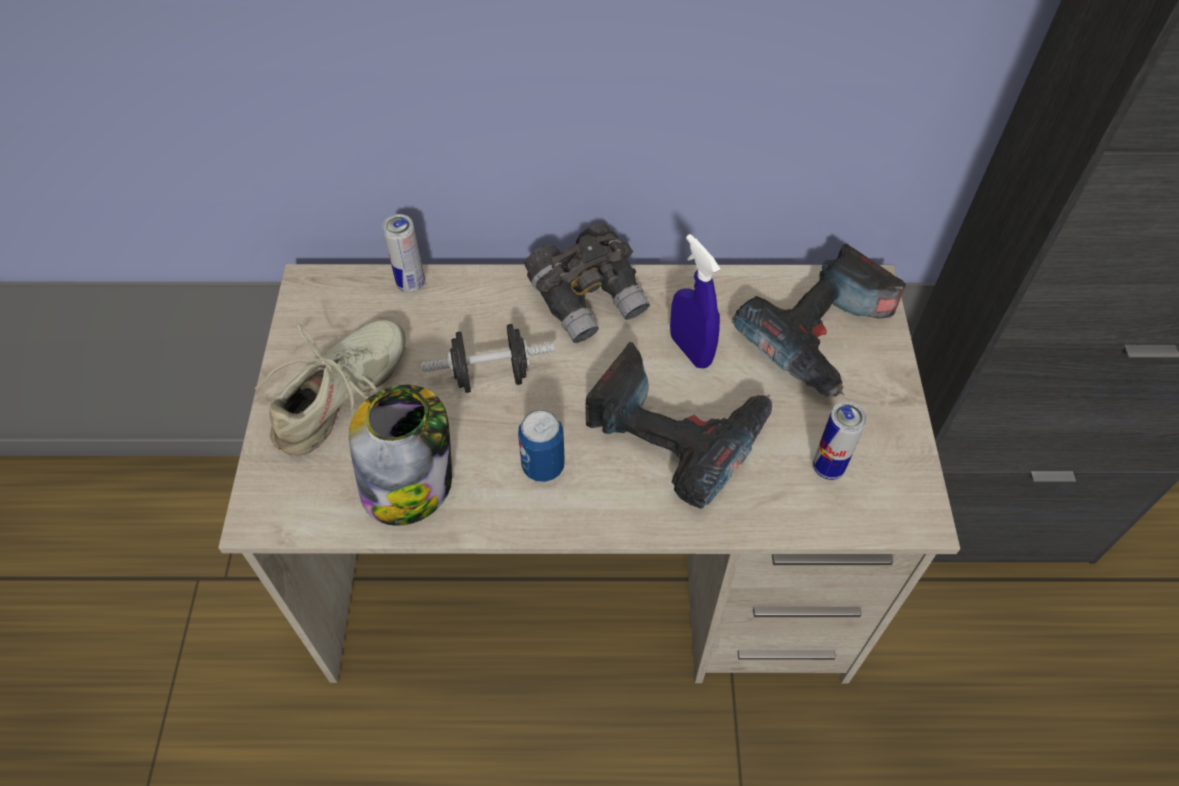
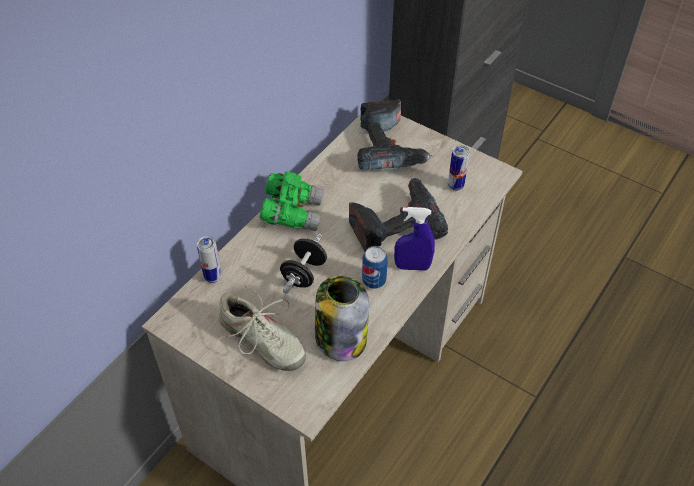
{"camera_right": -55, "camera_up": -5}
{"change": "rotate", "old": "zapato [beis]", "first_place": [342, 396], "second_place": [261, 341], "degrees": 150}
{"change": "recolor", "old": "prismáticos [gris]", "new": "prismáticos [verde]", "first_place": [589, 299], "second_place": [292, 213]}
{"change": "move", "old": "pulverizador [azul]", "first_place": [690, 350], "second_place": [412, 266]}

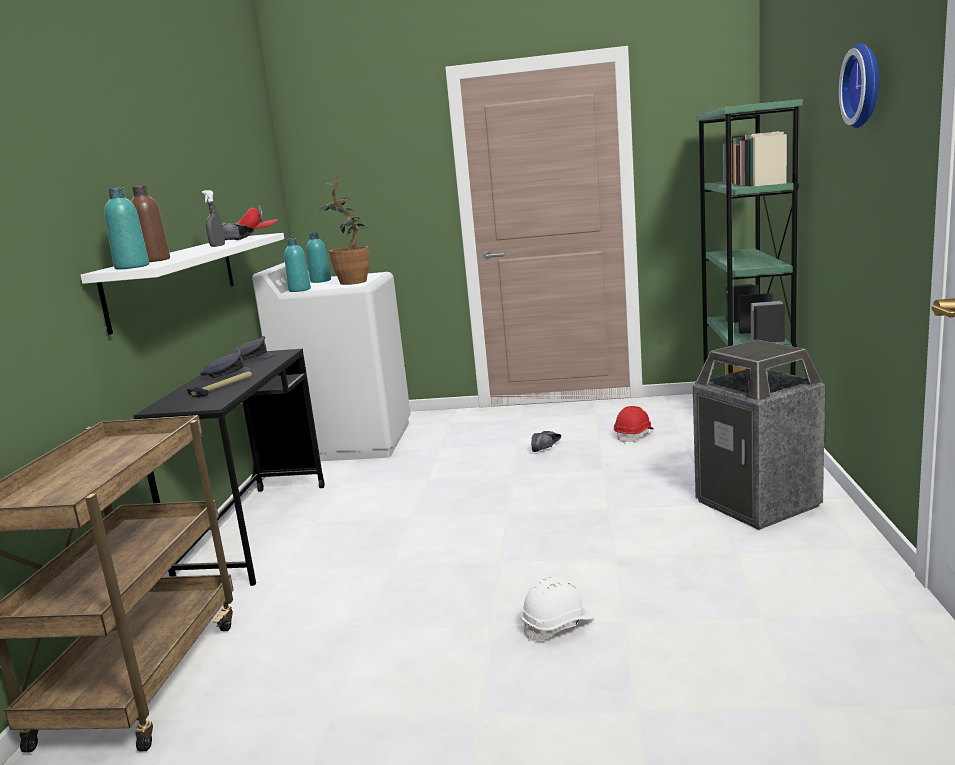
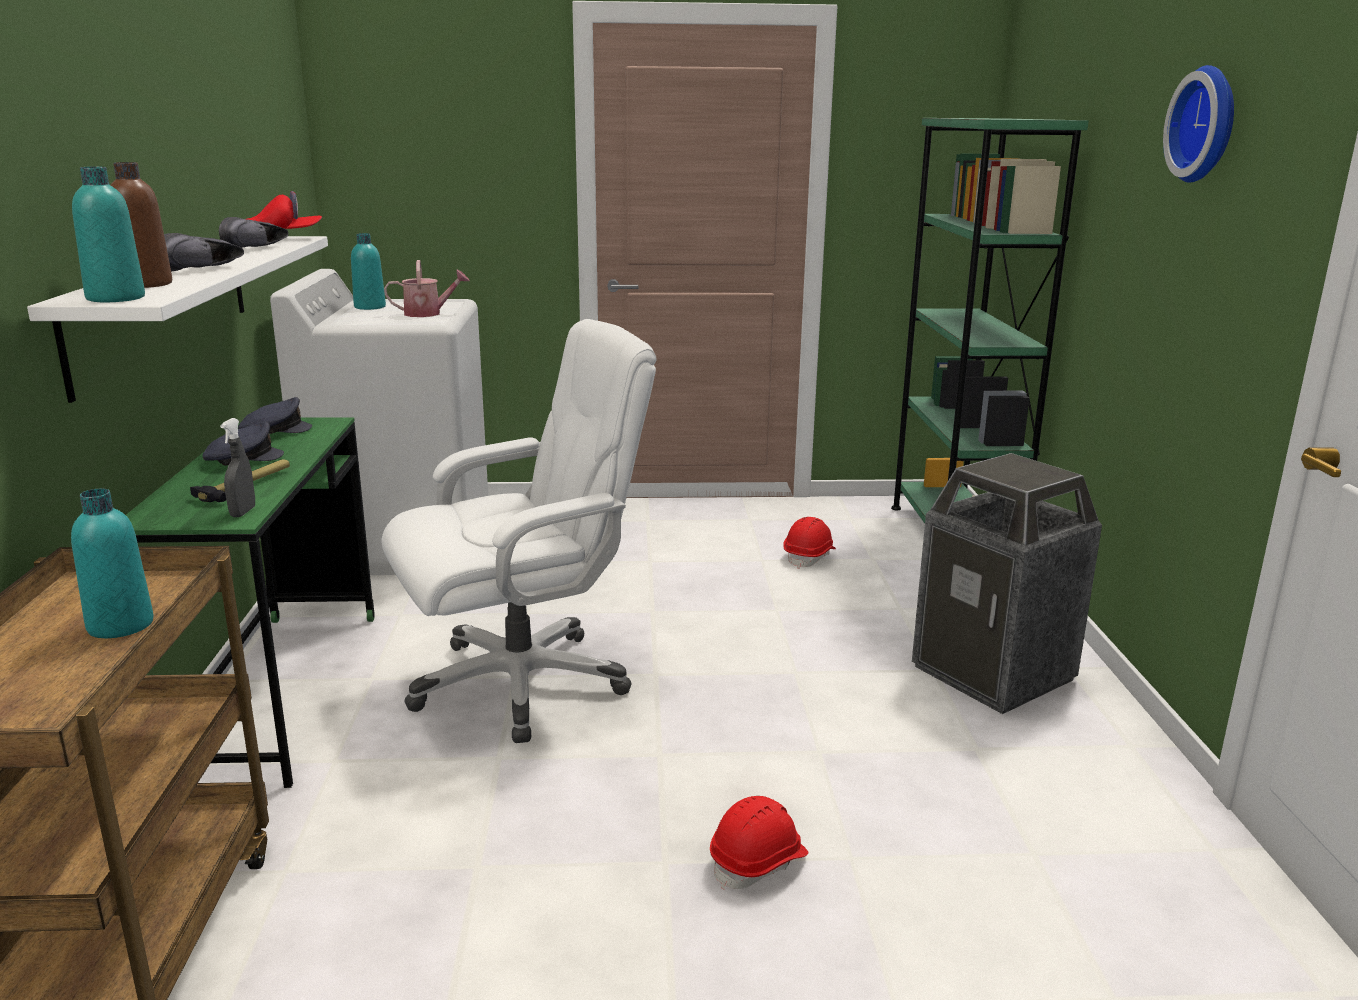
{"camera_right": -10, "camera_up": 5}
{"change": "move", "old": "botella [turquesa]", "first_place": [299, 290], "second_place": [120, 625]}
{"change": "recolor", "old": "escritorio [negro]", "new": "escritorio [verde]", "first_place": [257, 531], "second_place": [281, 692]}
{"change": "move", "old": "zapato [negro]", "first_place": [547, 448], "second_place": [203, 270]}
{"change": "move", "old": "pulverizador [gris]", "first_place": [217, 246], "second_place": [243, 512]}
{"change": "insert", "new": "silla de oficina [blanco]", "second_place": [522, 682]}
{"change": "replace", "old": "planta en maceta", "new": "regadera", "first_place": [356, 281], "second_place": [428, 313]}
{"change": "recolor", "old": "casco [blanco]", "new": "casco [rojo]", "first_place": [557, 624], "second_place": [759, 862]}

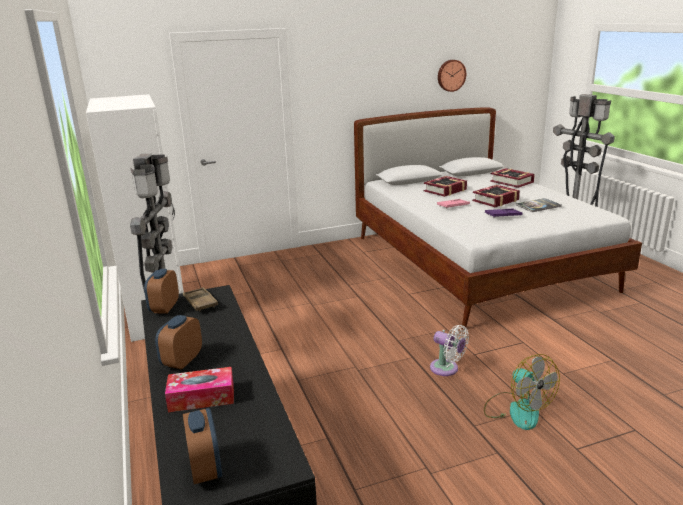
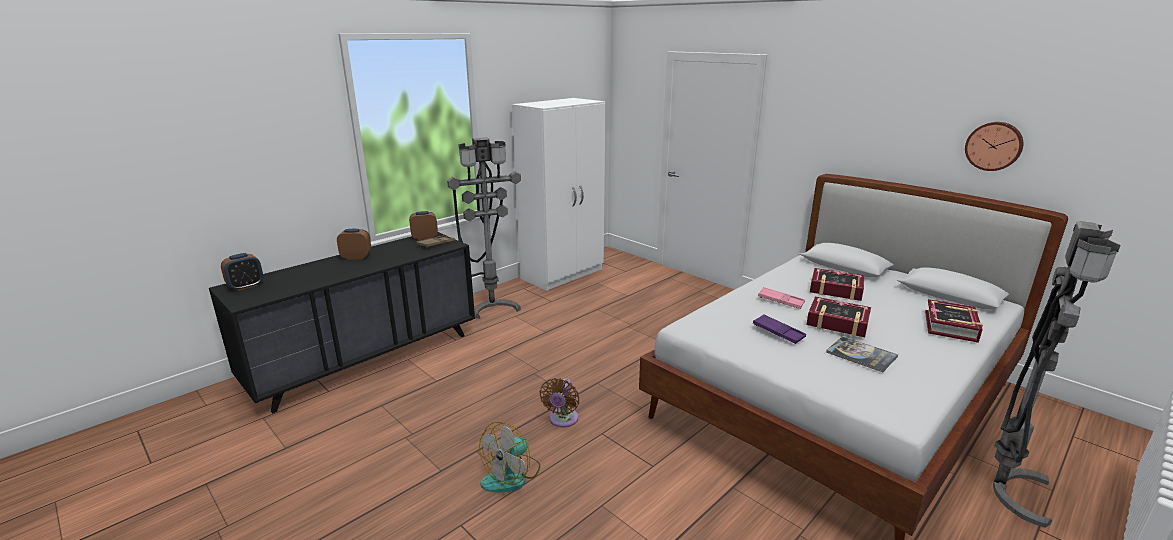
{"camera_right": 65, "camera_up": 0}
{"change": "recolor", "old": "ventilador [blanco]", "new": "ventilador [marrón]", "first_place": [447, 369], "second_place": [562, 420]}
{"change": "delete", "old": "caja de pañuelos", "first_place": [201, 397]}

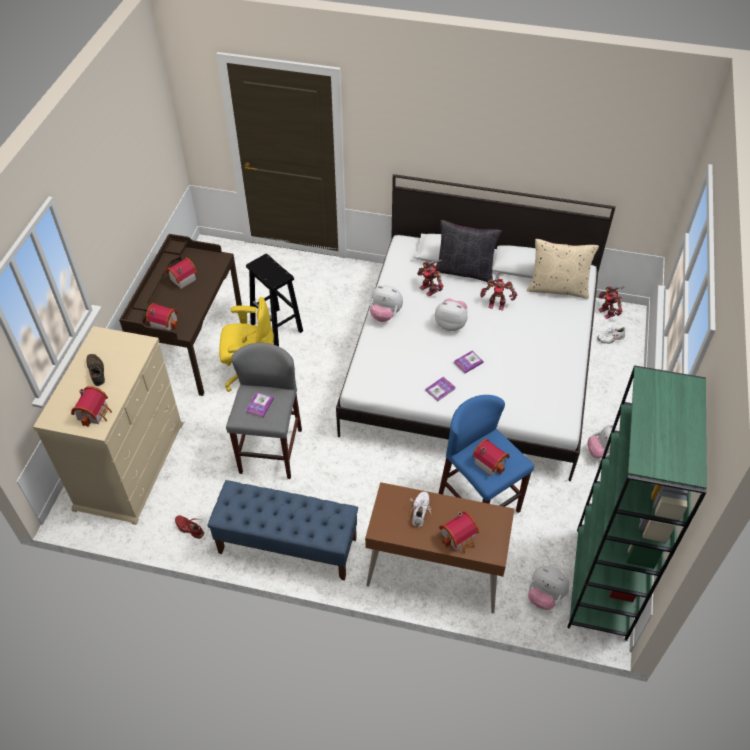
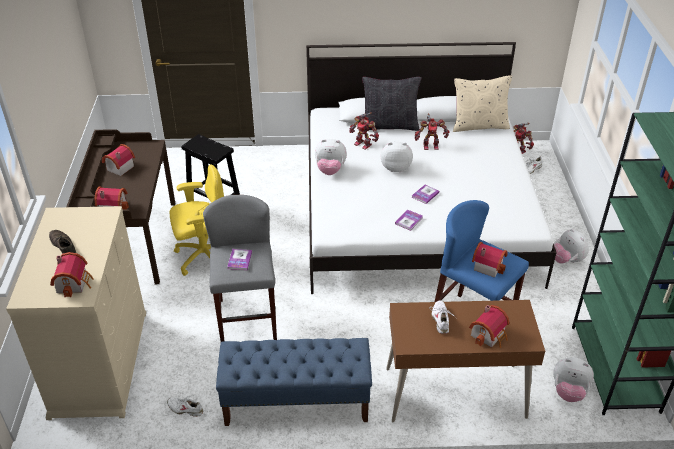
{"camera_right": -15, "camera_up": -10}
{"change": "recolor", "old": "zapato [rojo]", "new": "zapato [blanco]", "first_place": [190, 528], "second_place": [185, 408]}

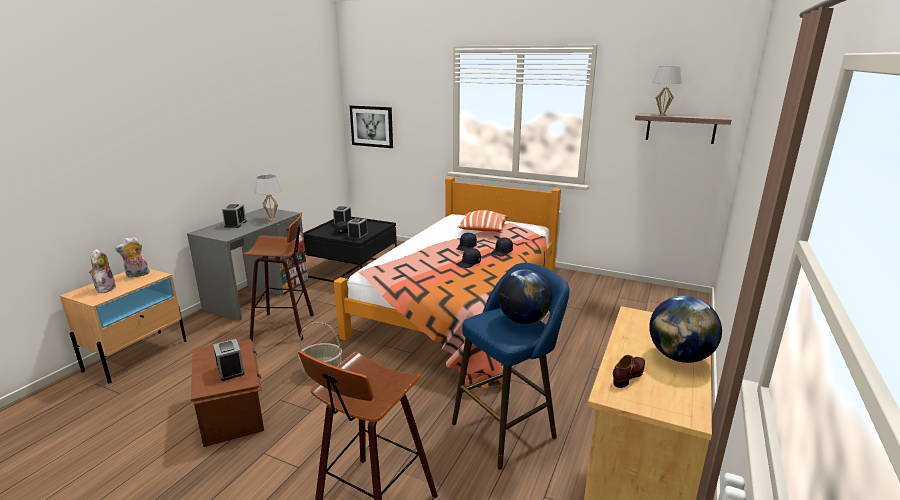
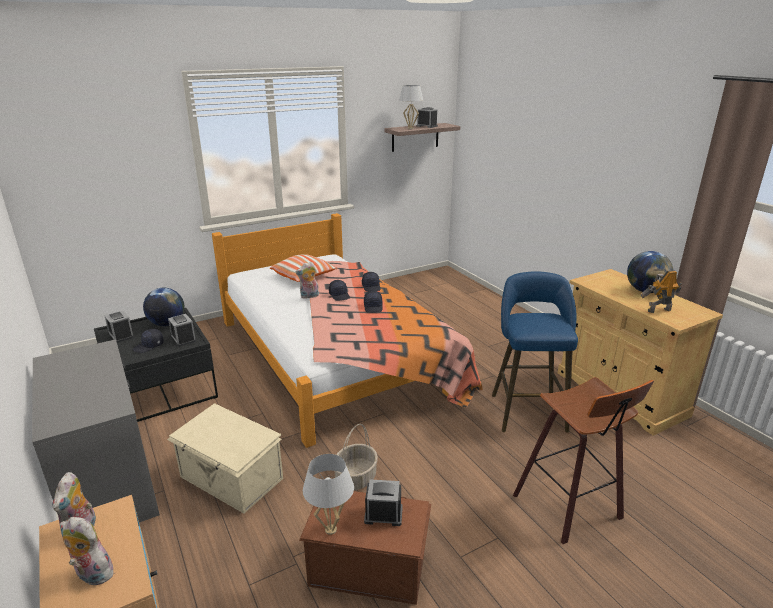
{"camera_right": -55, "camera_up": 5}
{"change": "move", "old": "globo terráqueo", "first_place": [523, 320], "second_place": [167, 323]}
{"change": "replace", "old": "taburete", "new": "caja de almacenaje [beis]", "first_place": [286, 327], "second_place": [231, 479]}
{"change": "insert", "new": "peluche", "second_place": [309, 296]}
{"change": "move", "old": "lámpara de mesa [blanco]", "first_place": [272, 219], "second_place": [331, 529]}
{"change": "move", "old": "despertador", "first_place": [235, 224], "second_place": [427, 126]}
{"change": "replace", "old": "zapato [marrón]", "new": "robot de juguete", "first_place": [629, 375], "second_place": [658, 310]}
{"change": "delete", "old": "cuadro", "first_place": [372, 126]}

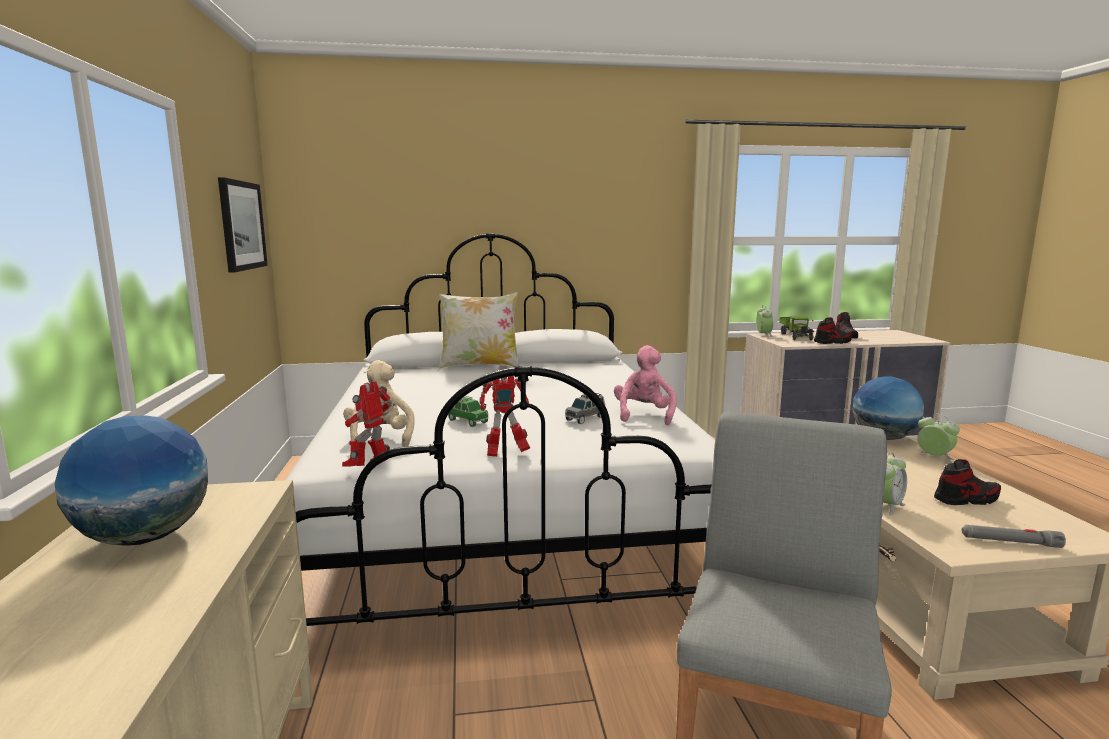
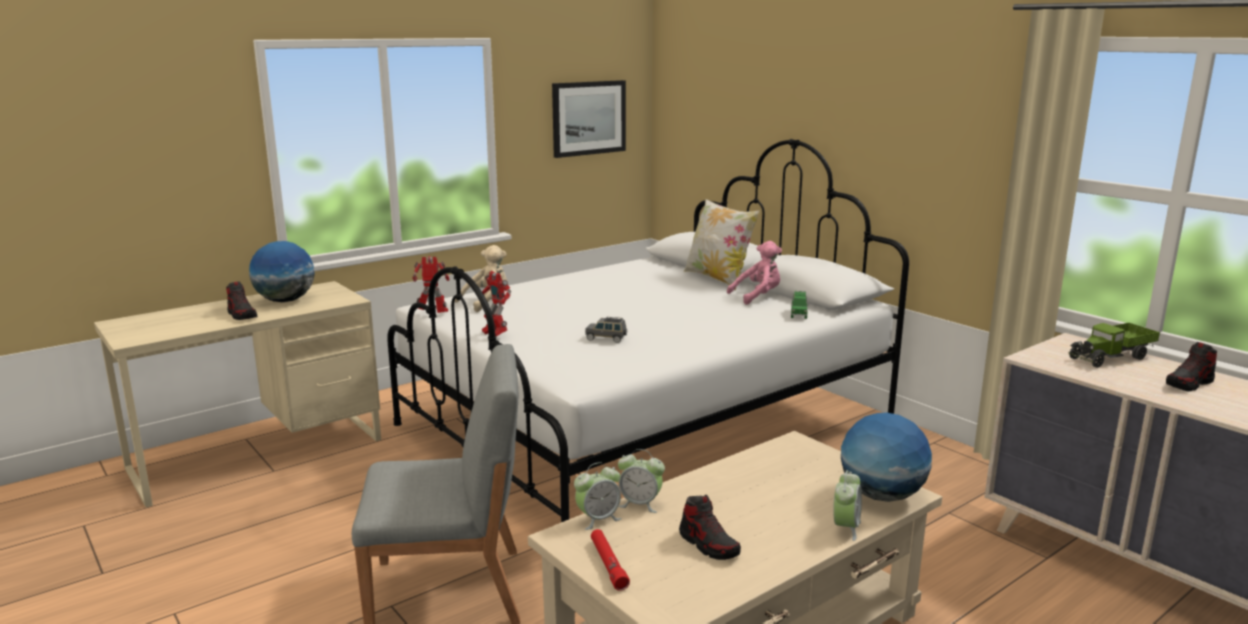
{"camera_right": 60, "camera_up": 5}
{"change": "move", "old": "zapato", "first_place": [832, 342], "second_place": [242, 315]}
{"change": "move", "old": "despertador", "first_place": [763, 335], "second_place": [598, 519]}
{"change": "recolor", "old": "linterna [gris]", "new": "linterna [rojo]", "first_place": [1010, 542], "second_place": [608, 564]}
{"change": "move", "old": "peluche [rosa]", "first_place": [644, 415], "second_place": [758, 297]}
{"change": "move", "old": "coche de juguete [verde]", "first_place": [467, 421], "second_place": [798, 314]}

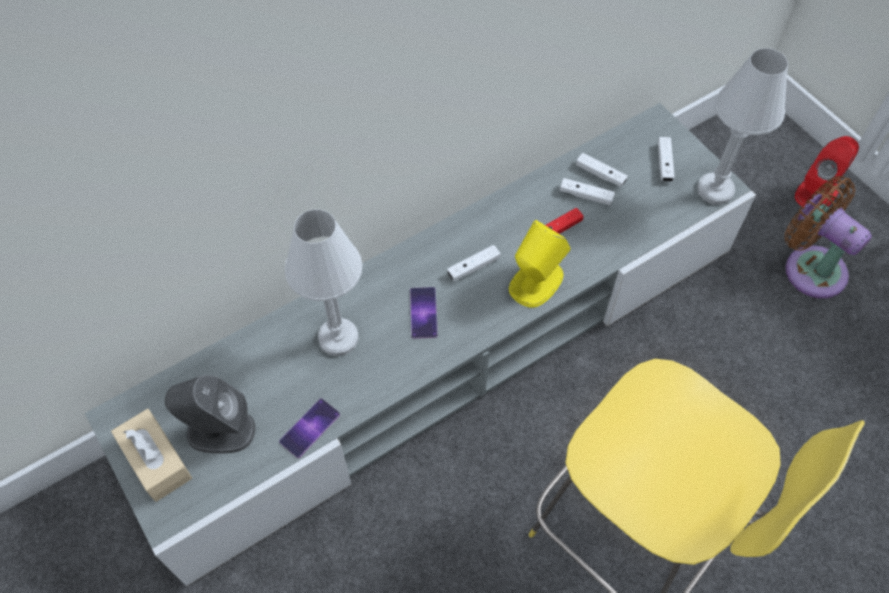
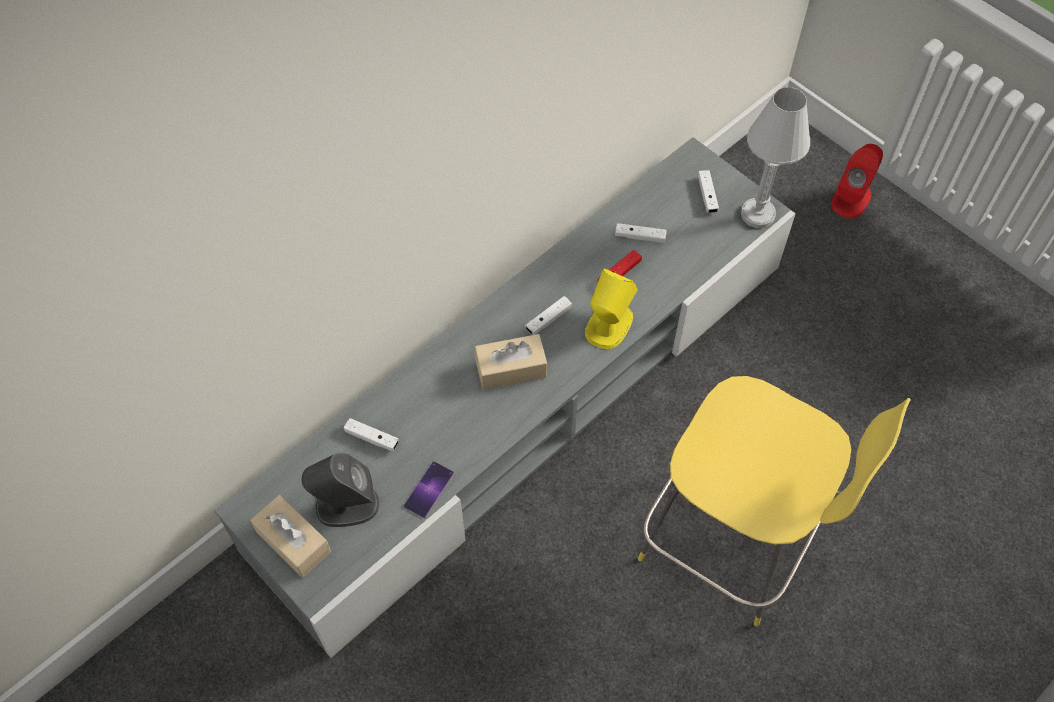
{"camera_right": -10, "camera_up": 0}
{"change": "move", "old": "mando de consola [blanco]", "first_place": [600, 174], "second_place": [372, 438]}
{"change": "replace", "old": "móvil", "new": "caja de pañuelos [beis]", "first_place": [423, 313], "second_place": [511, 369]}
{"change": "delete", "old": "lámpara de mesa [blanco]", "first_place": [338, 338]}
{"change": "delete", "old": "ventilador [marrón]", "first_place": [810, 267]}

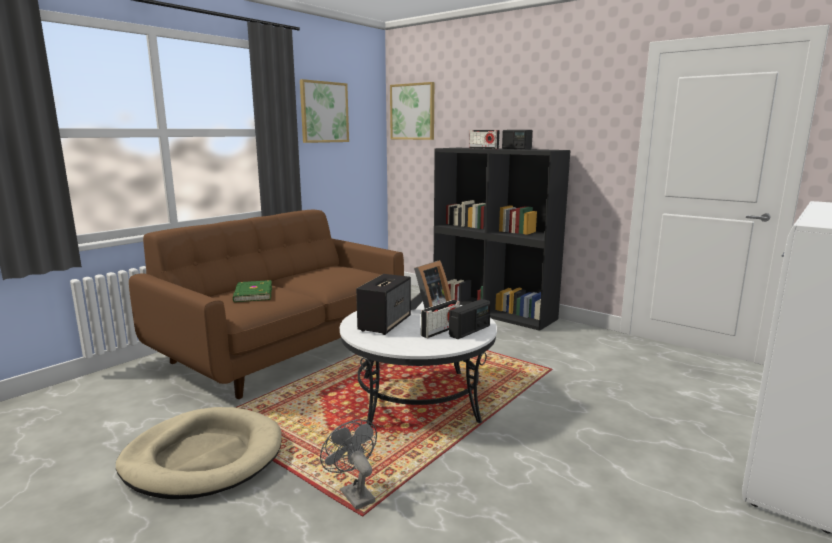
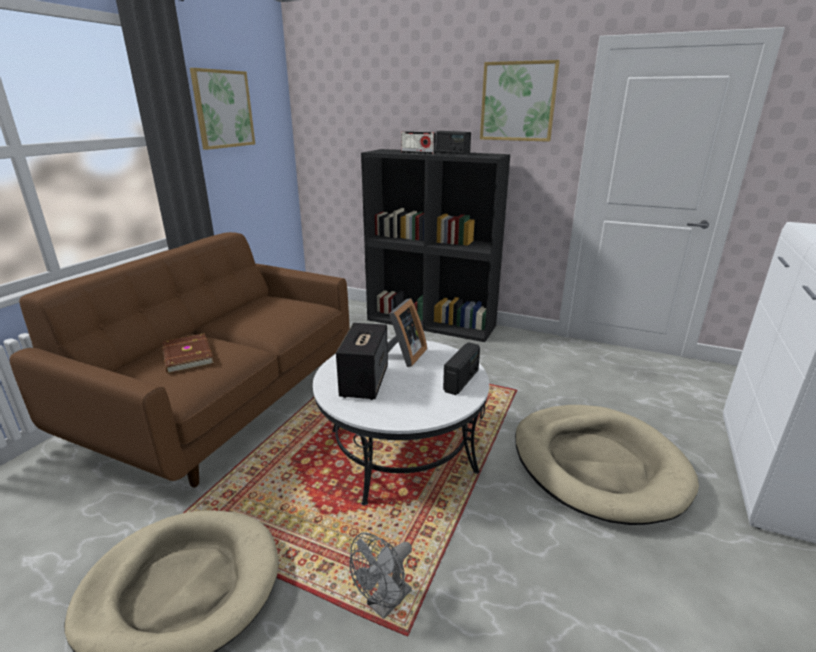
{"camera_right": -15, "camera_up": 10}
{"change": "recolor", "old": "libro [verde]", "new": "libro [marrón]", "first_place": [252, 294], "second_place": [186, 356]}
{"change": "rotate", "old": "ventilador [gris]", "first_place": [353, 493], "second_place": [384, 604], "degrees": -90}
{"change": "move", "old": "cuadro", "first_place": [412, 111], "second_place": [518, 101]}
{"change": "insert", "new": "cama para perro [beis]", "second_place": [597, 465]}
{"change": "delete", "old": "radio", "first_place": [440, 331]}

